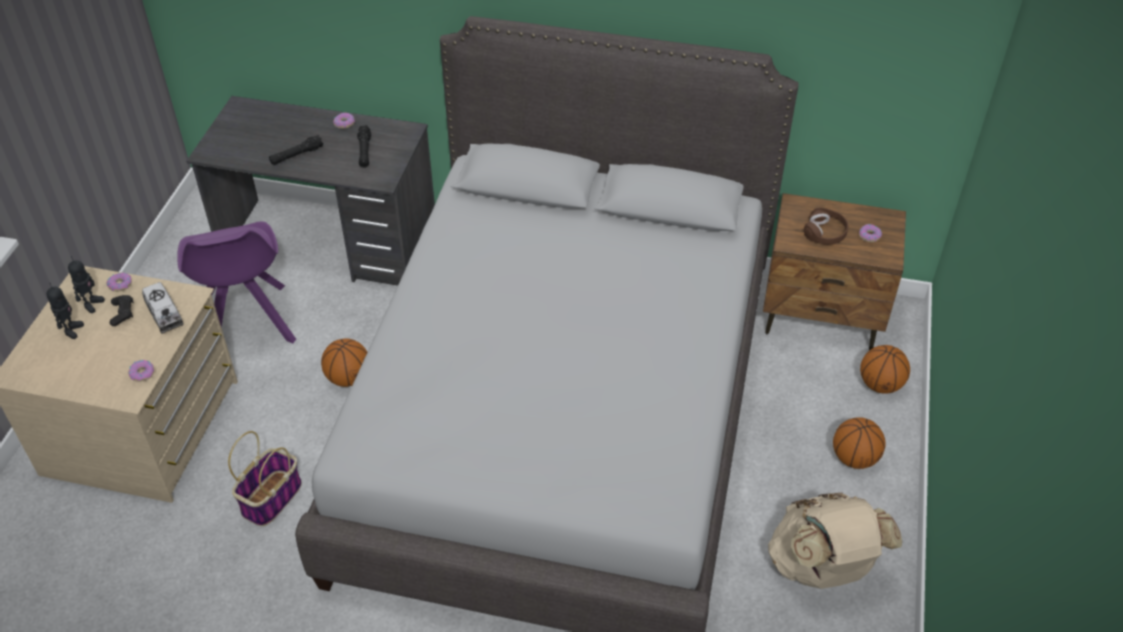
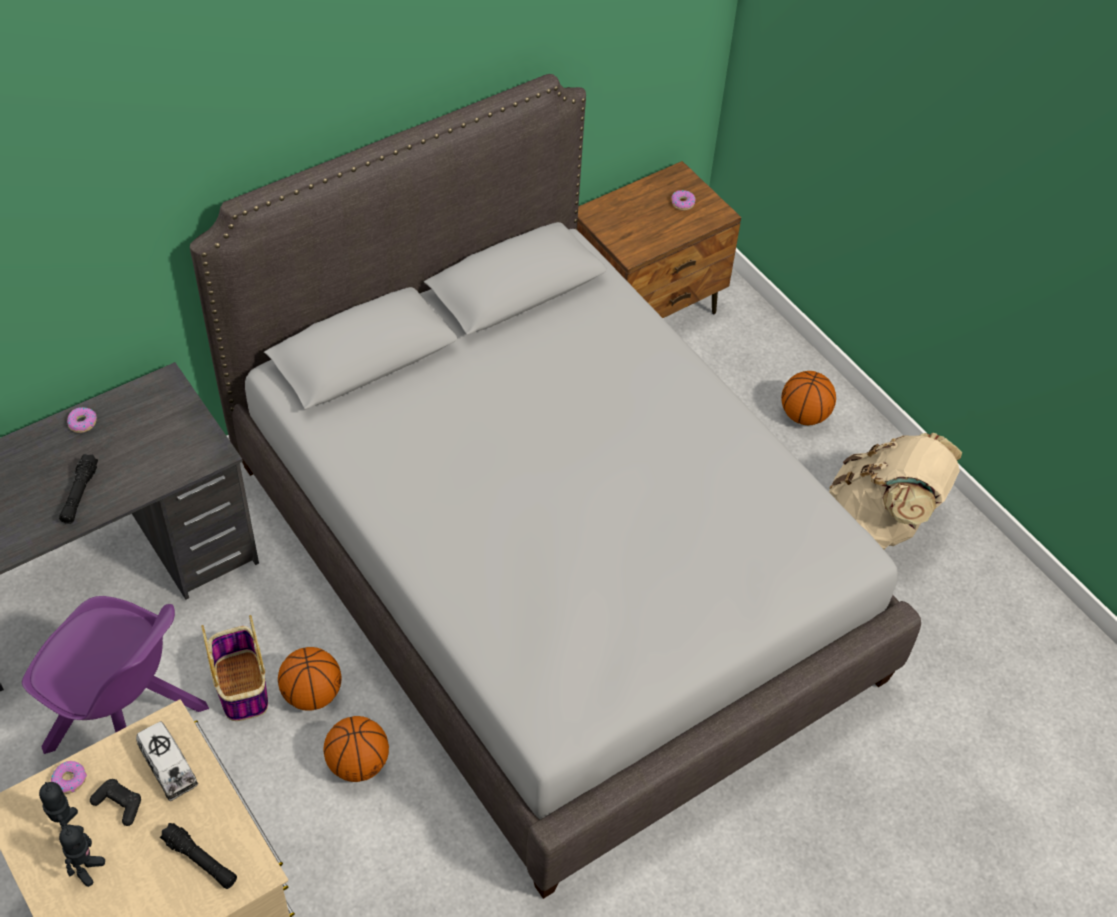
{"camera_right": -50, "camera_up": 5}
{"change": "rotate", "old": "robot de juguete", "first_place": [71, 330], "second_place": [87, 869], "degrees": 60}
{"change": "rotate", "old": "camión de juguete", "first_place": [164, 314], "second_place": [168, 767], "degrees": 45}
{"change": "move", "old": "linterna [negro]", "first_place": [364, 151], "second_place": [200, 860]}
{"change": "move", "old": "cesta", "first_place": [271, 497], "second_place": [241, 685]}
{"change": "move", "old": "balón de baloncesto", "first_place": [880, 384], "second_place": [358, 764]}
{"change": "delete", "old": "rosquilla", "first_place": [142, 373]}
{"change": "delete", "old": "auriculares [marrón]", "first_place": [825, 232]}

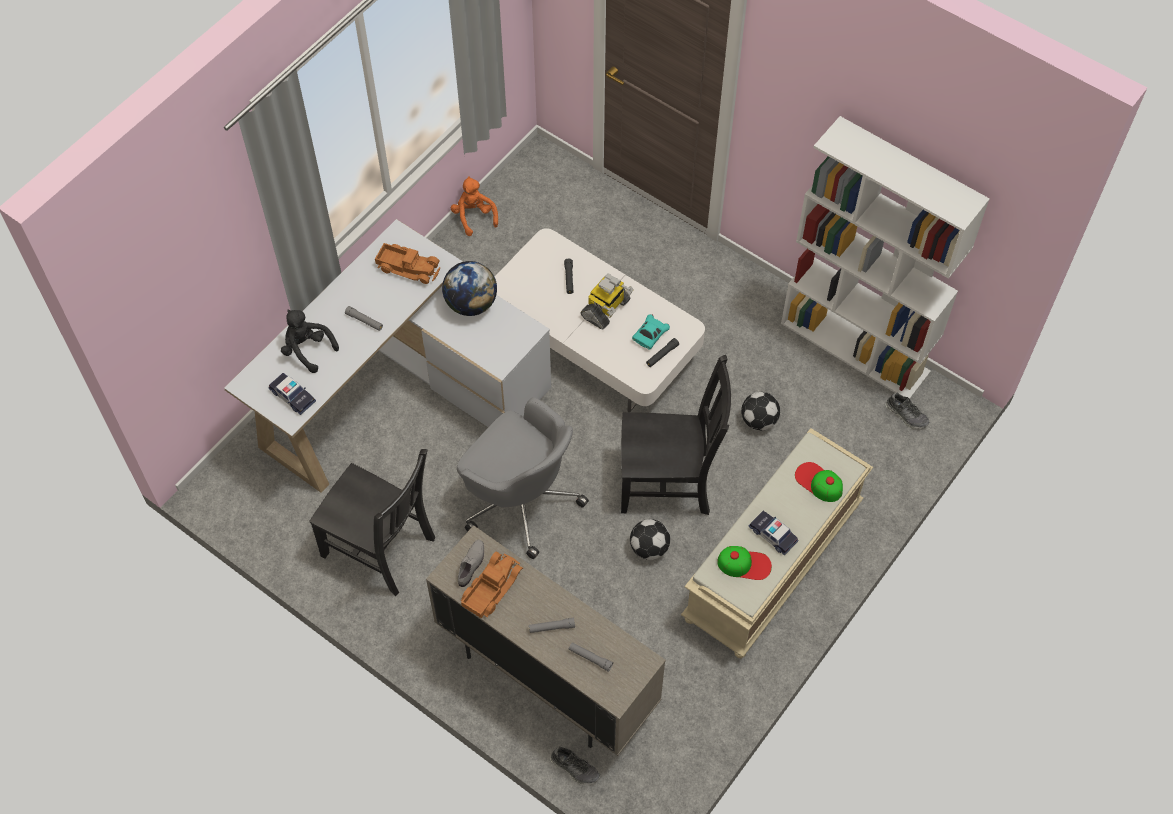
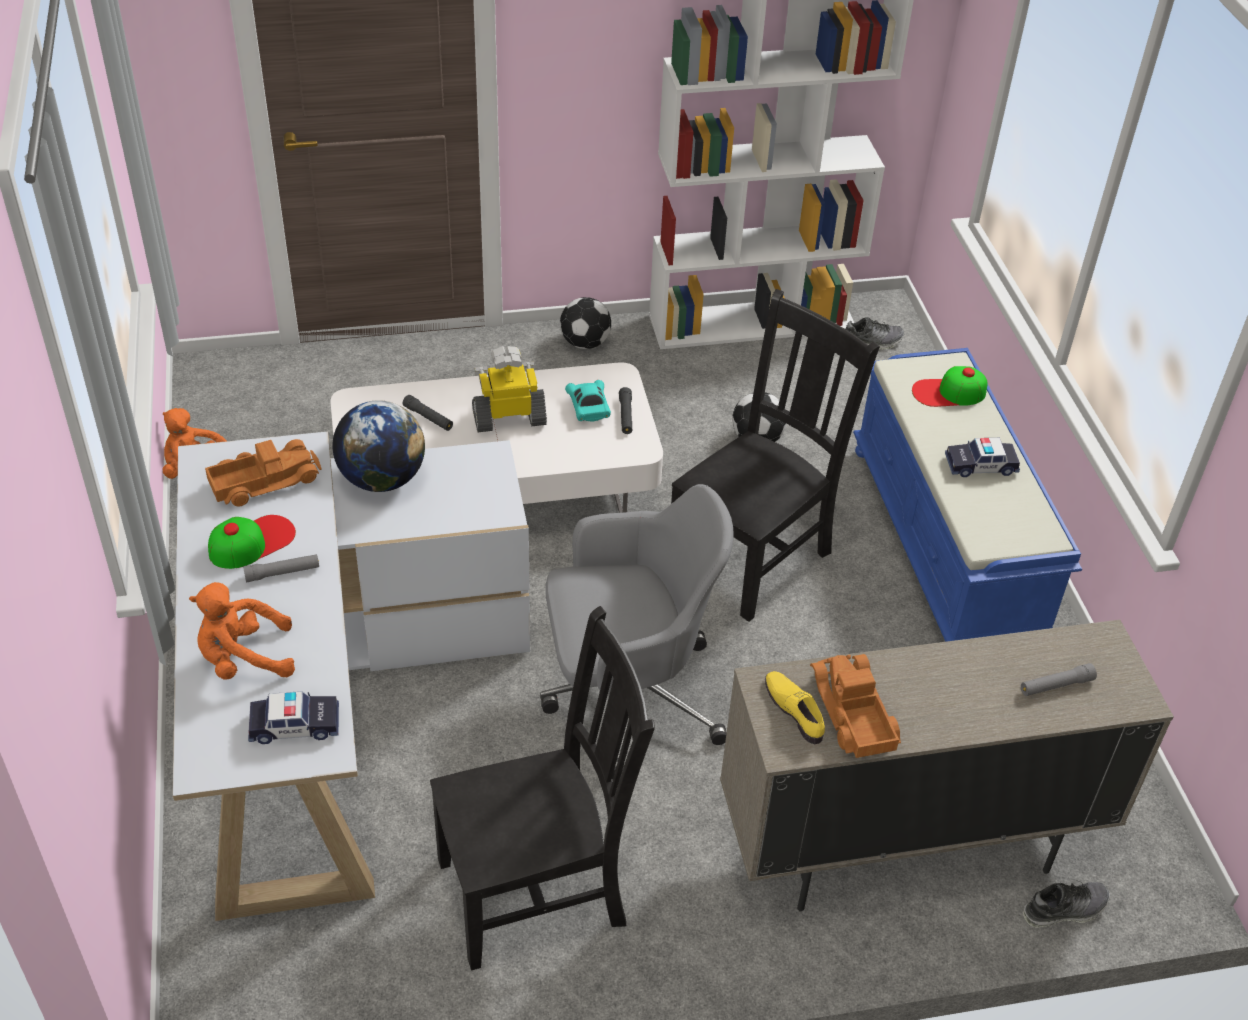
{"camera_right": -50, "camera_up": -15}
{"change": "recolor", "old": "peluche [negro]", "new": "peluche [naranja]", "first_place": [307, 350], "second_place": [243, 659]}
{"change": "move", "old": "gorra", "first_place": [744, 564], "second_place": [252, 542]}
{"change": "rotate", "old": "robot de juguete", "first_place": [606, 309], "second_place": [509, 417], "degrees": -90}
{"change": "move", "old": "balón de fútbol", "first_place": [649, 548], "second_place": [585, 343]}
{"change": "recolor", "old": "zapato [gris]", "new": "zapato [amarillo]", "first_place": [471, 564], "second_place": [795, 709]}
{"change": "recolor", "old": "banco [beis]", "new": "banco [azul]", "first_place": [773, 564], "second_place": [947, 546]}
{"change": "delete", "old": "linterna [gris]", "first_place": [551, 627]}

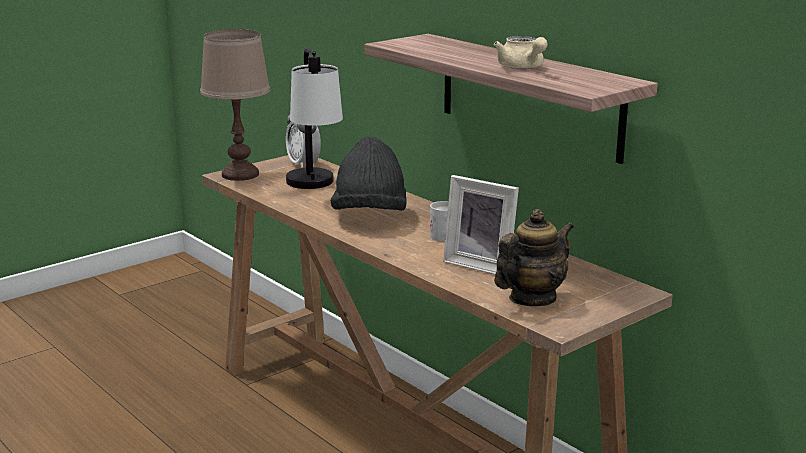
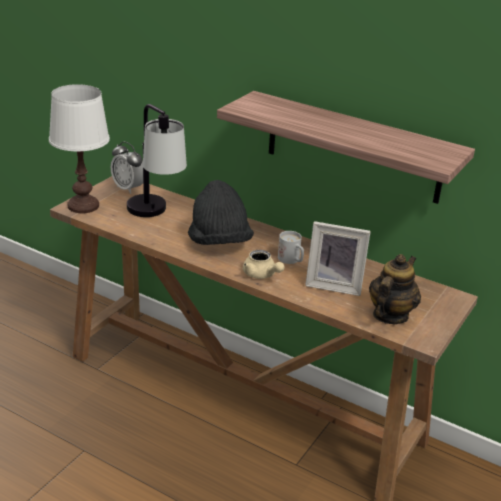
{"camera_right": -20, "camera_up": 10}
{"change": "recolor", "old": "lámpara de mesa [marrón]", "new": "lámpara de mesa [blanco]", "first_place": [241, 175], "second_place": [84, 206]}
{"change": "move", "old": "tetera [beis]", "first_place": [522, 68], "second_place": [261, 275]}

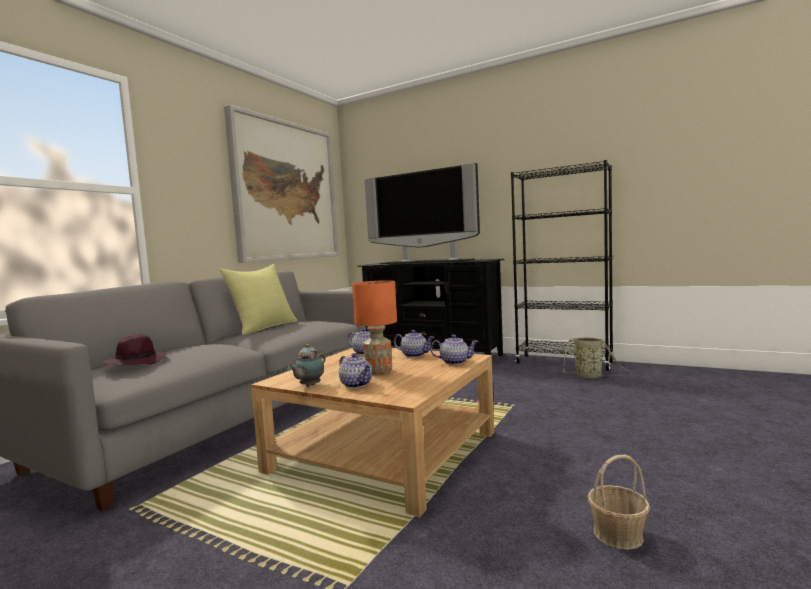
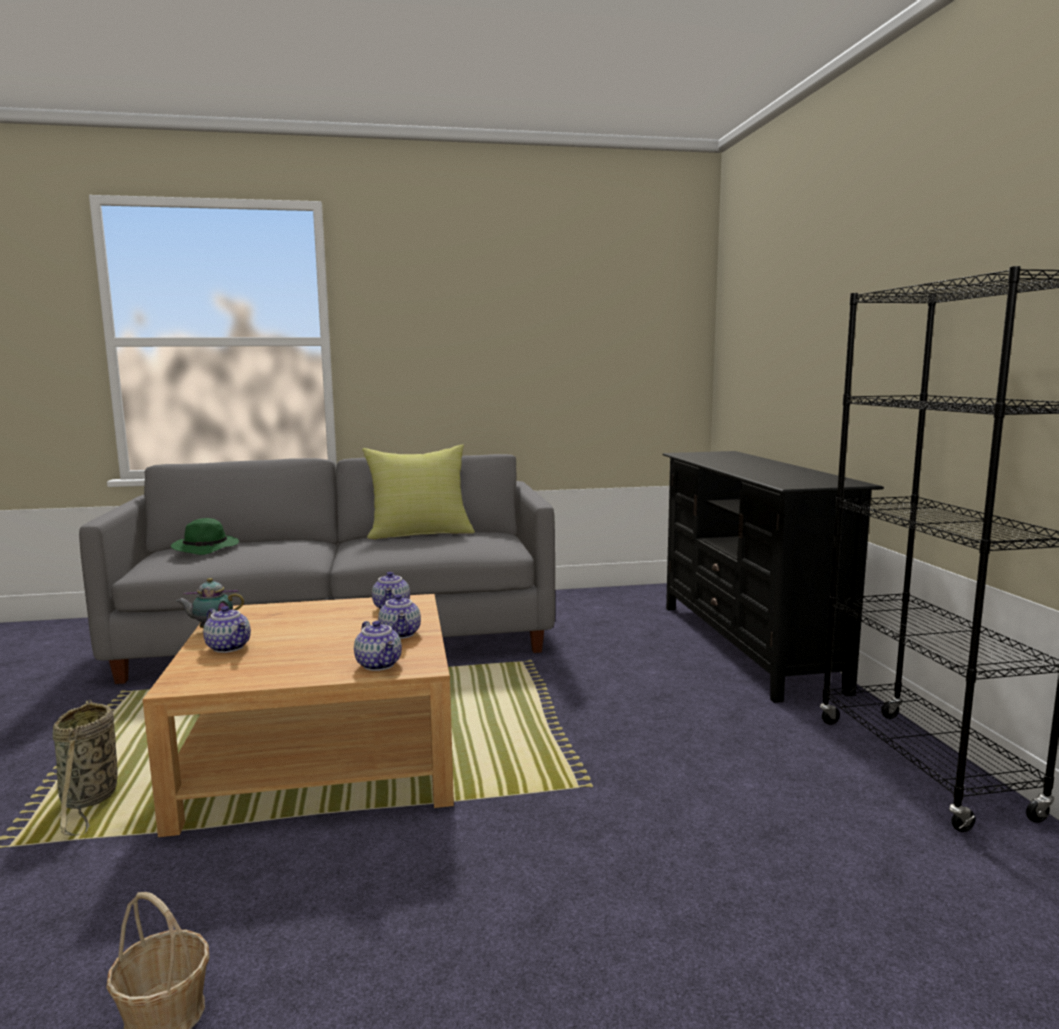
{"camera_right": 50, "camera_up": 5}
{"change": "move", "old": "cesta", "first_place": [590, 377], "second_place": [89, 800]}
{"change": "recolor", "old": "sombrero [morado]", "new": "sombrero [verde]", "first_place": [137, 362], "second_place": [207, 548]}
{"change": "rotate", "old": "tetera", "first_place": [357, 384], "second_place": [230, 647], "degrees": -60}
{"change": "delete", "old": "cuadro", "first_place": [286, 191]}
{"change": "delete", "old": "lámpara de mesa [naranja]", "first_place": [378, 372]}
{"change": "delete", "old": "televisor", "first_place": [427, 262]}

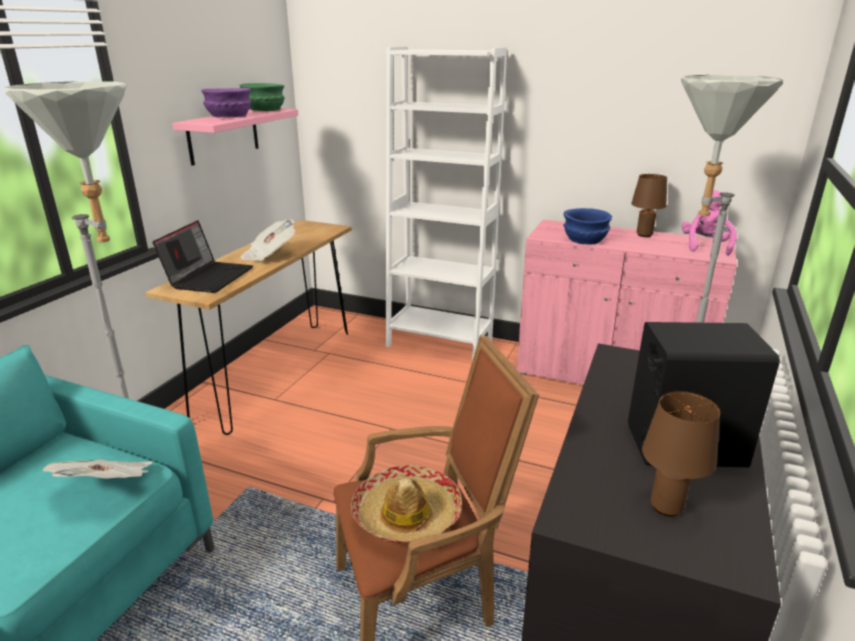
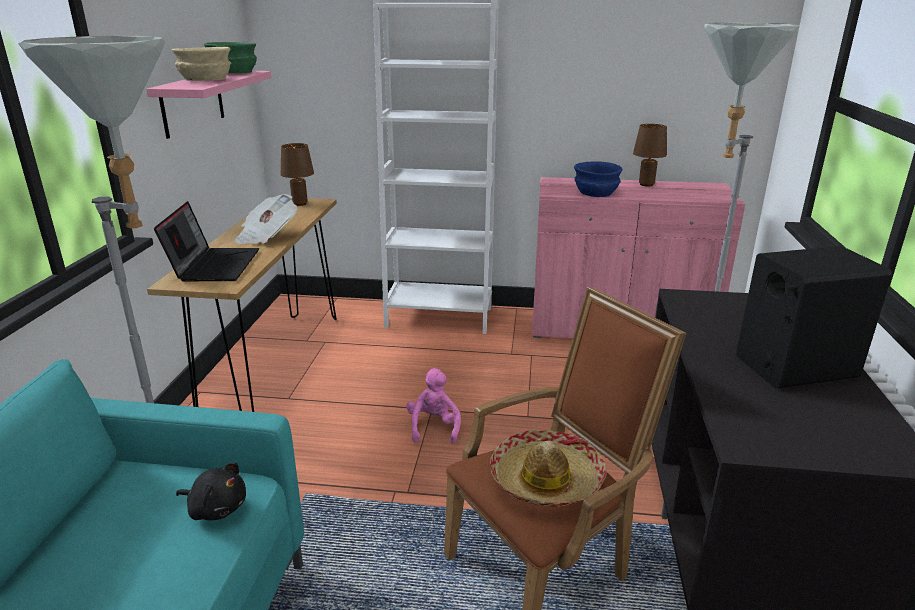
{"camera_right": -15, "camera_up": 0}
{"change": "recolor", "old": "cuenco [morado]", "new": "cuenco [beis]", "first_place": [228, 117], "second_place": [205, 80]}
{"change": "replace", "old": "periódico", "new": "peluche [negro]", "first_place": [109, 487], "second_place": [216, 508]}
{"change": "move", "old": "lámpara de mesa [marrón]", "first_place": [665, 506], "second_place": [299, 203]}
{"change": "move", "old": "peluche [rosa]", "first_place": [705, 246], "second_place": [433, 427]}

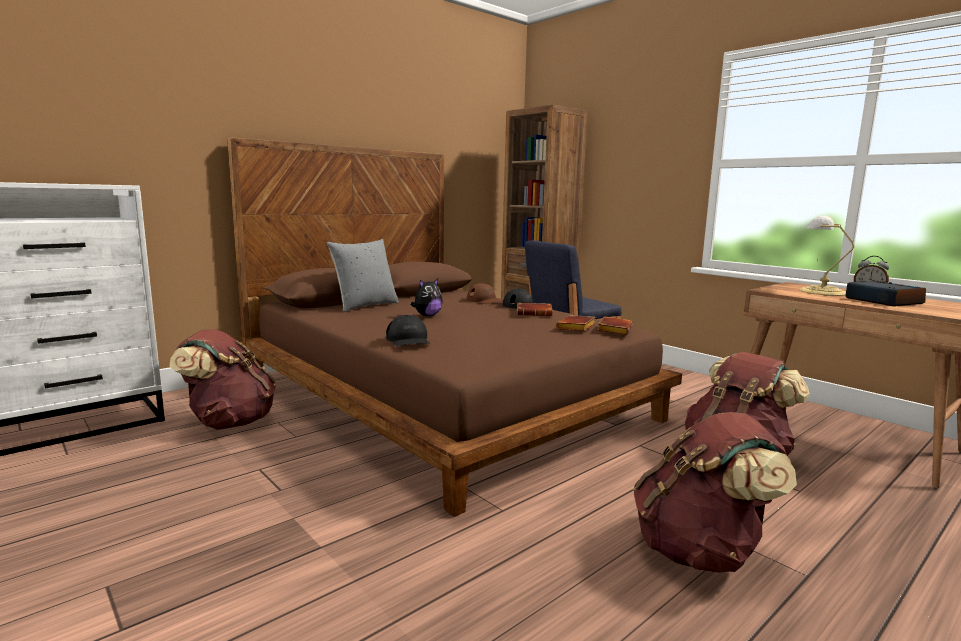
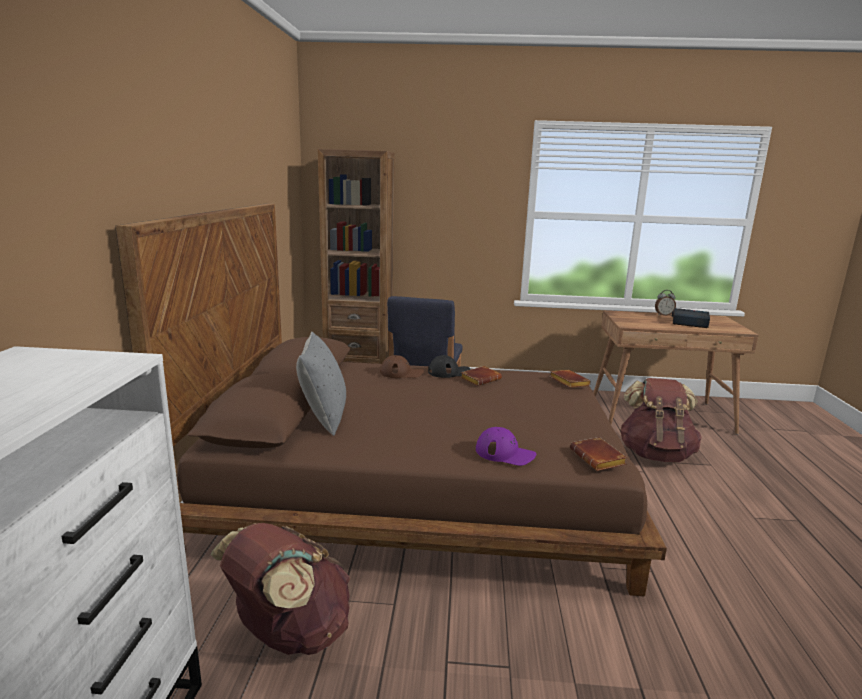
{"camera_right": -45, "camera_up": 5}
{"change": "recolor", "old": "gorra [negro]", "new": "gorra [morado]", "first_place": [408, 340], "second_place": [505, 453]}
{"change": "move", "old": "libro [marrón]", "first_place": [577, 328], "second_place": [599, 459]}
{"change": "delete", "old": "peluche", "first_place": [427, 315]}
{"change": "delete", "old": "mochila [marrón]", "first_place": [700, 551]}
{"change": "delete", "old": "lámpara de mesa", "first_place": [820, 292]}

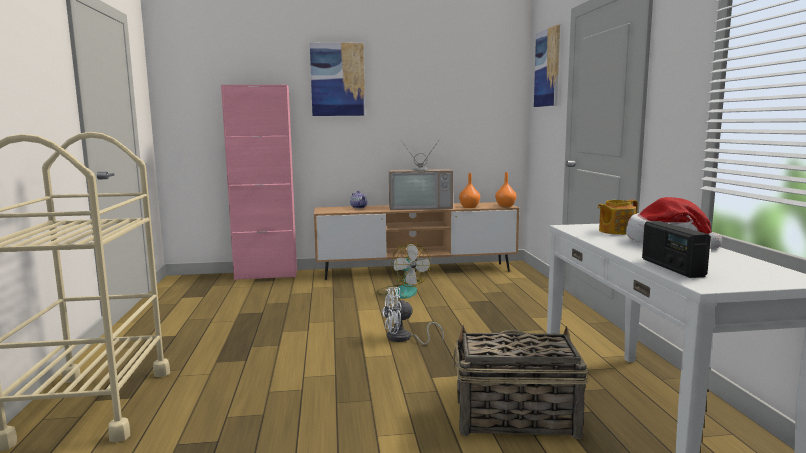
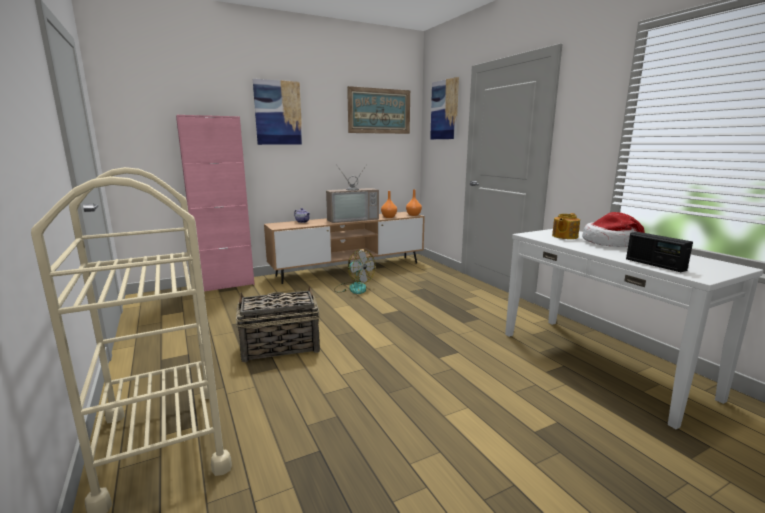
{"camera_right": -20, "camera_up": 5}
{"change": "move", "old": "cesta", "first_place": [514, 418], "second_place": [279, 347]}
{"change": "insert", "new": "cuadro", "second_place": [379, 111]}
{"change": "delete", "old": "ventilador [blanco]", "first_place": [404, 339]}

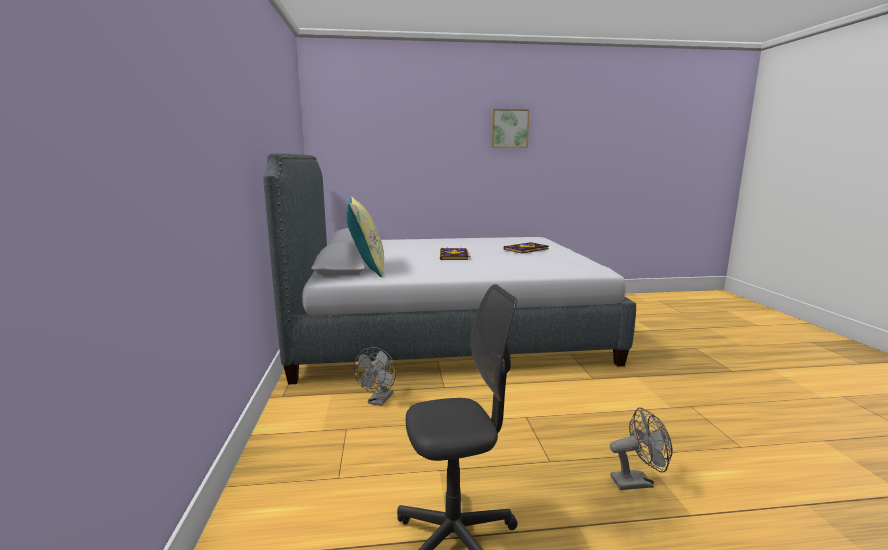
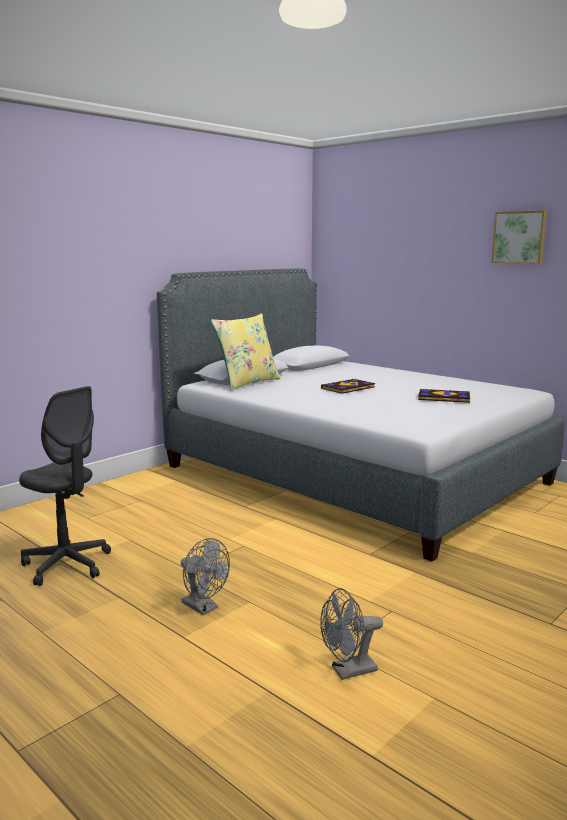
{"camera_right": 50, "camera_up": 0}
{"change": "move", "old": "ventilador [gris]", "first_place": [378, 401], "second_place": [348, 671]}

